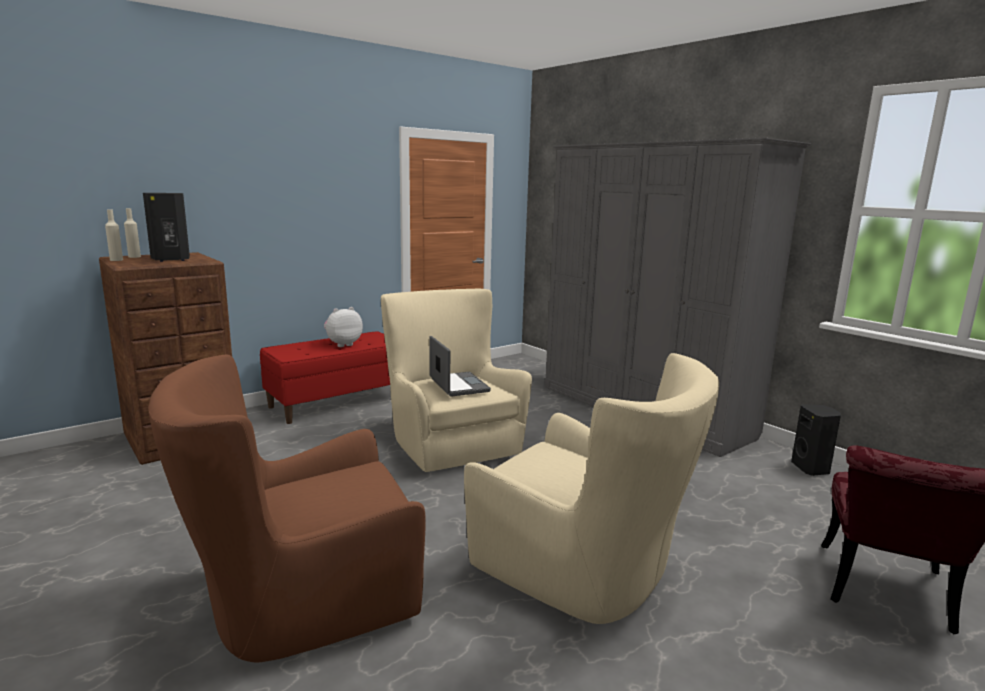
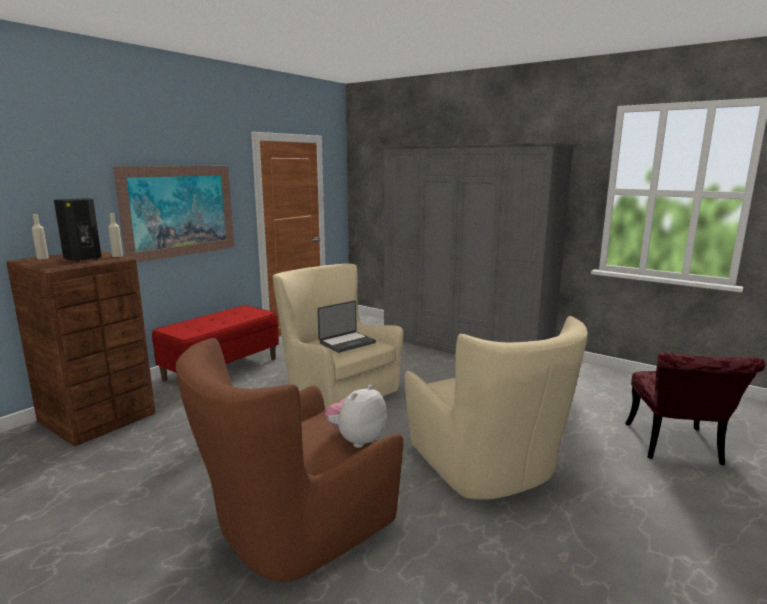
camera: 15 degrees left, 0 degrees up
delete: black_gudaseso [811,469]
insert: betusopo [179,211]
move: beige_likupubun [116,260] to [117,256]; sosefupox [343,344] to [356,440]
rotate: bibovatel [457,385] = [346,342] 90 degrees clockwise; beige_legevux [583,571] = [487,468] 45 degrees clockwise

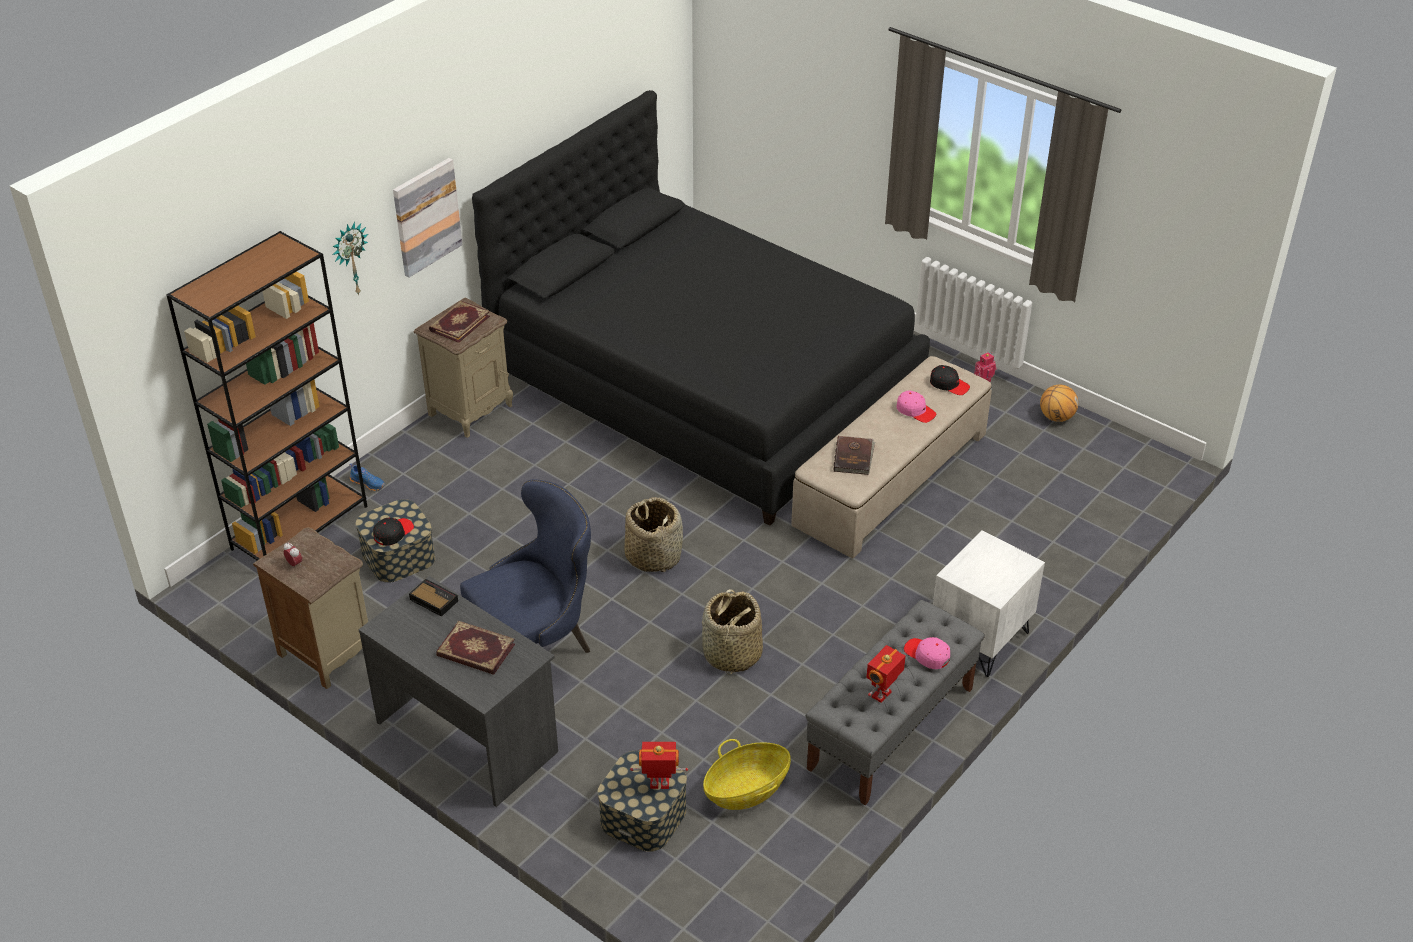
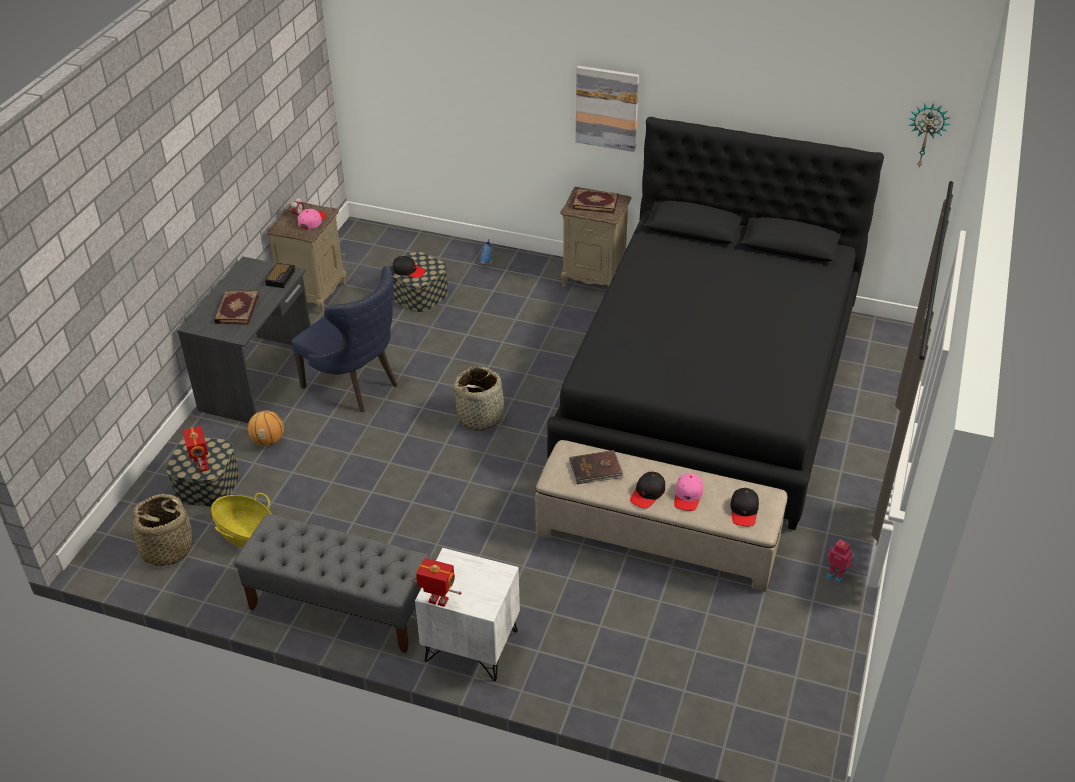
camera: 70 degrees right, 0 degrees up
delete: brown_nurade [300,527]
insert: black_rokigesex [648,494]
move: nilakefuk [350,259] to [926,134]; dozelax [731,654] to [167,549]; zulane [882,695] to [438,601]; pink_rokigesex [927,655] to [312,221]; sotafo [1056,417] to [268,440]

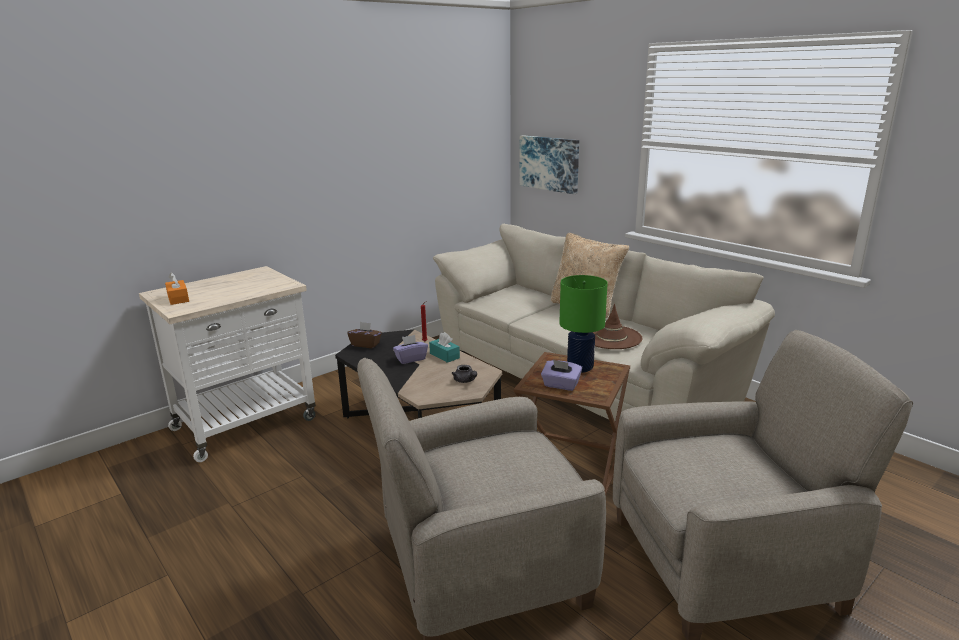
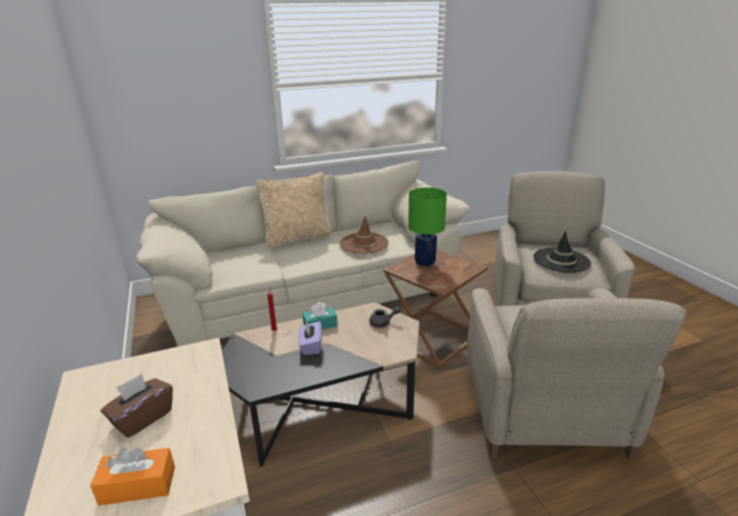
camera: 70 degrees left, 5 degrees up
delete: betusopo [549,163]; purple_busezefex [561,385]
insert: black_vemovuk [561,260]
move: brown_busezefex [365,344] to [142,418]

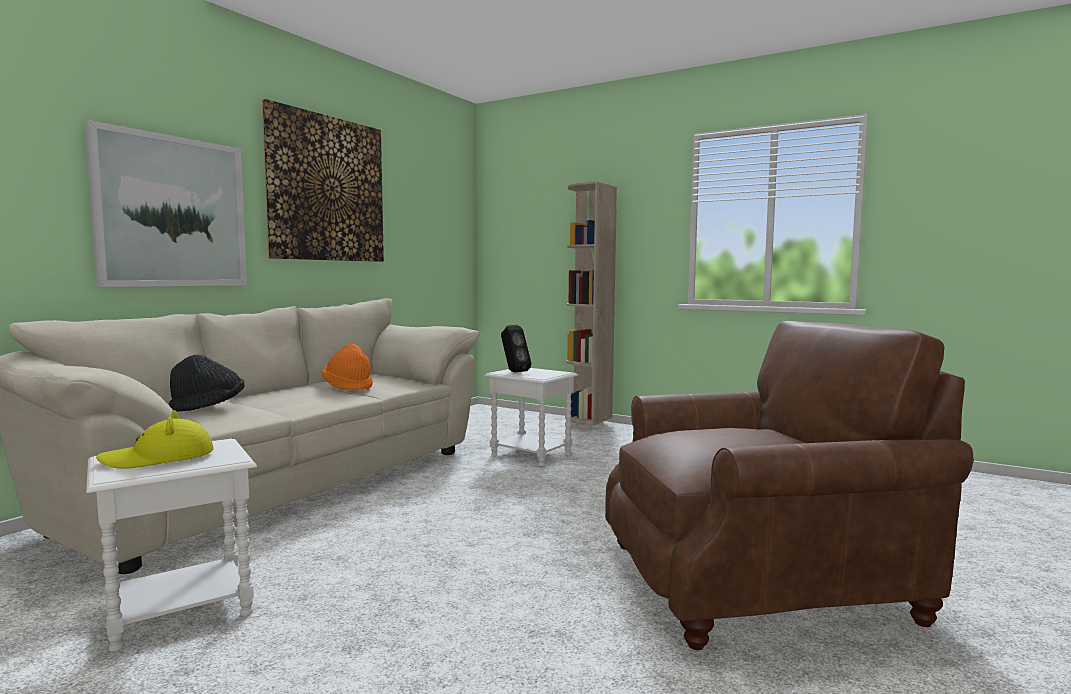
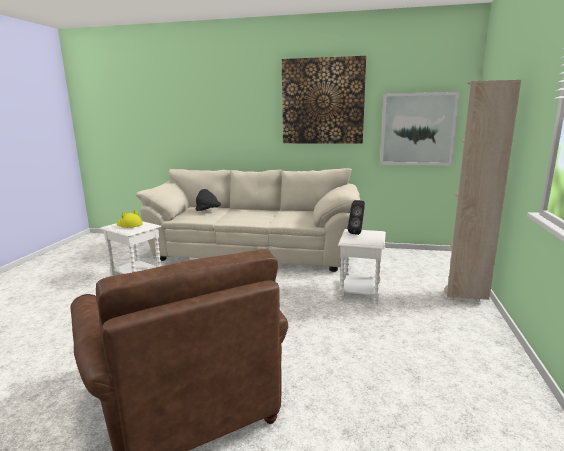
camera: 70 degrees right, 10 degrees up
delete: orange_vemovuk [348,387]
move: betusopo [172,212] to [417,129]

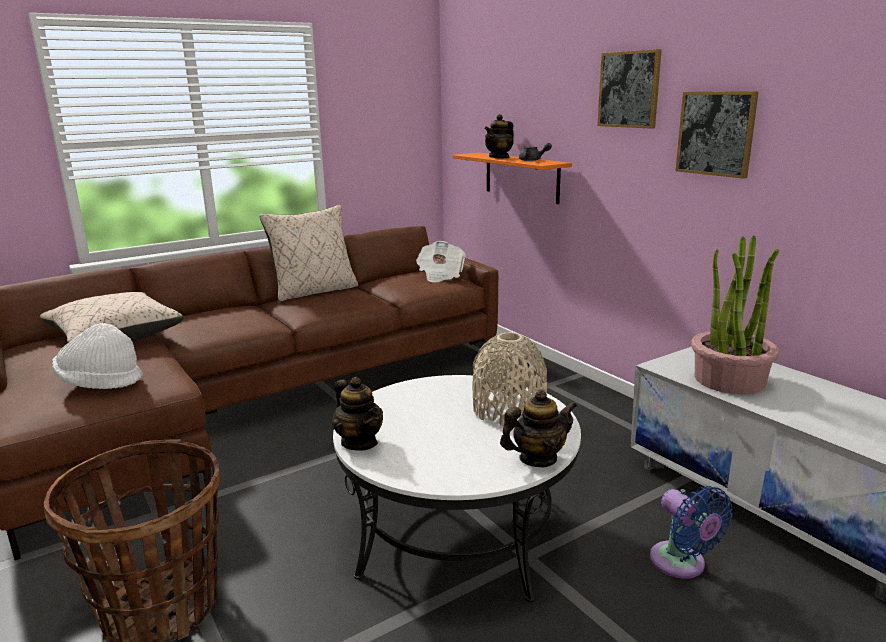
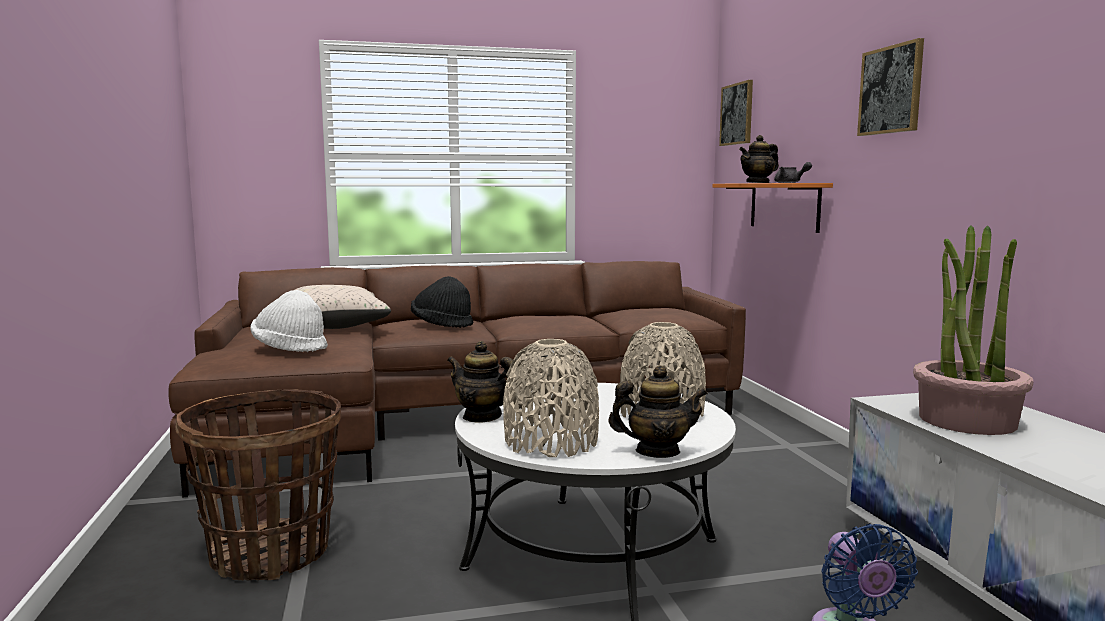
camera: 20 degrees right, 10 degrees down
delete: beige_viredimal [314,292]; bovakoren [440,275]
insert: black_vemovuk [441,325]; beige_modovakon [551,442]
move: betusopo [716,133] to [737,114]
rotate: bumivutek [359,442] = [482,417] 135 degrees clockwise

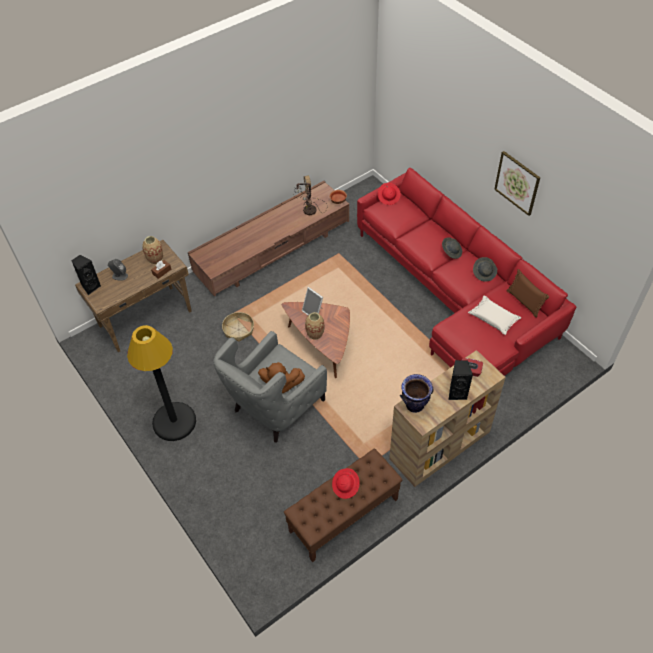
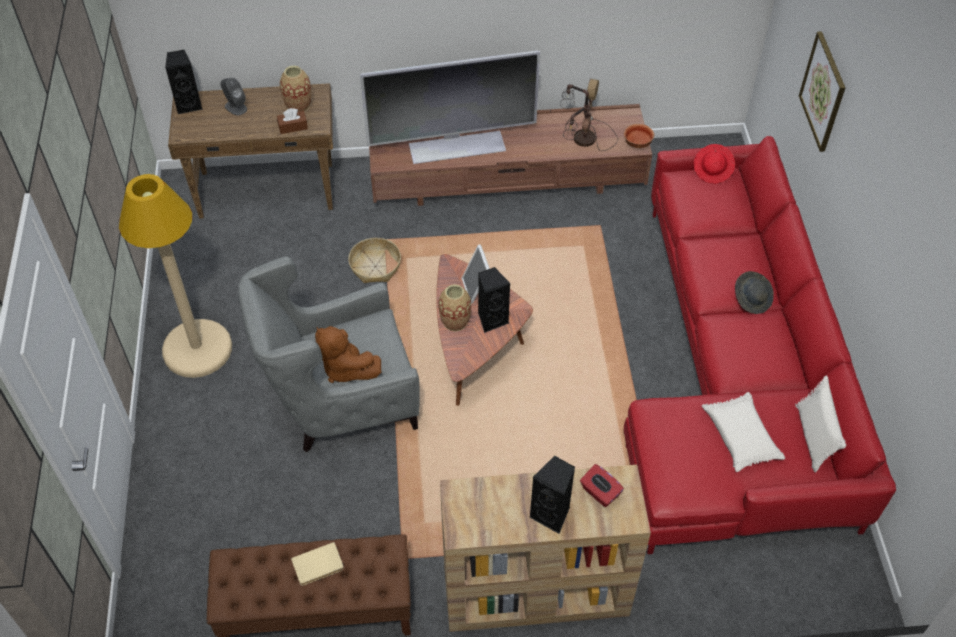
camera: 30 degrees right, 0 degrees up
delete: modovakon [414,405]; grey_vemovuk [484,273]
insert: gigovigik [456,146]; black_gudaseso [491,319]
move: betusopo [517,183] to [823,91]
replace: red_vemovuk [346,487] to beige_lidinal [318,566]
recolor: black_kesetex [174,422] to beige_kesetex [197,349]; brown_viredimal [524,302] to white_viredimal [814,437]

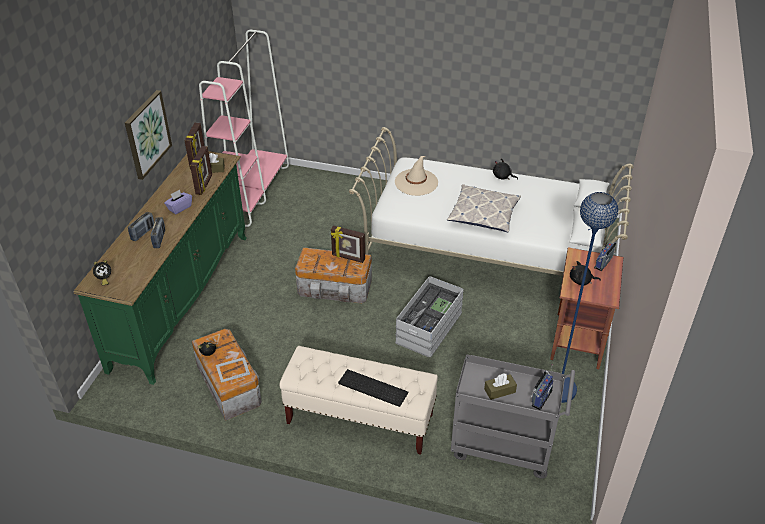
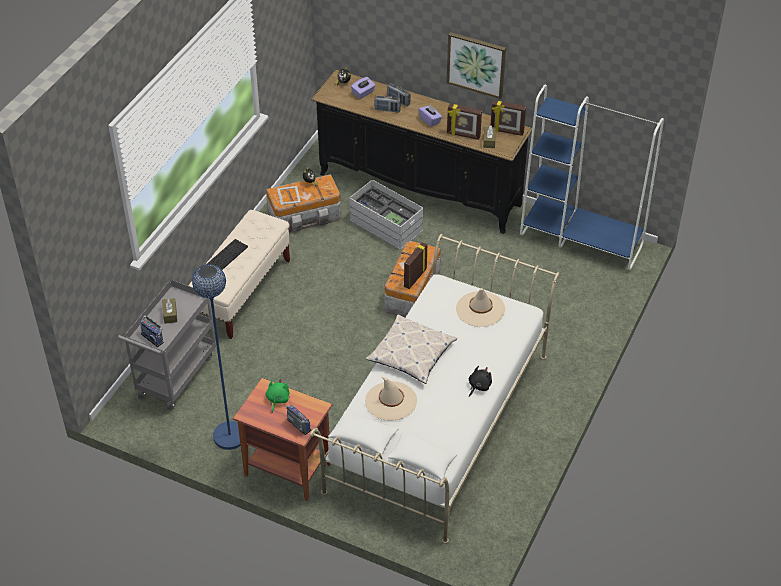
camera: 100 degrees right, 5 degrees up
insert: purple_busezefex [363,93]; beige_vemovuk [391,401]
move: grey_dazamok [429,327] to [385,225]
recolor: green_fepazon [183,299] to black_fepazon [419,190]; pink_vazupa [253,194] to blue_vazupa [581,241]; black_sosefupox [581,281] to green_sosefupox [277,399]

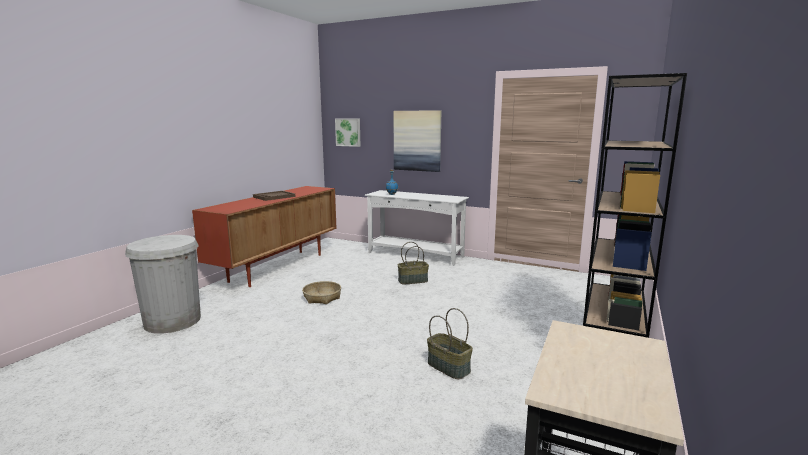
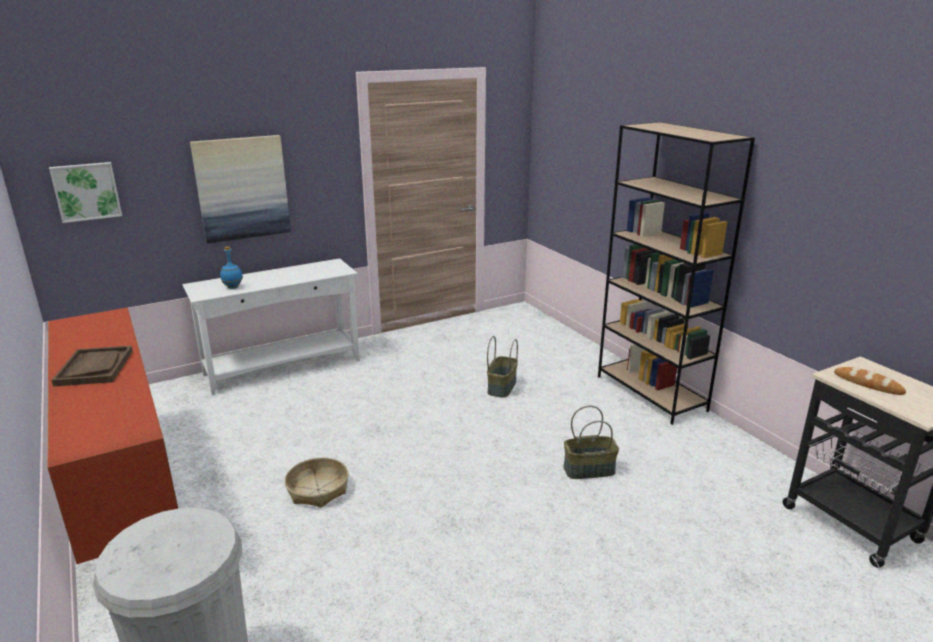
camera: 55 degrees left, 10 degrees up
insert: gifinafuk [868,384]
move: dozelax [413,280] to [501,387]

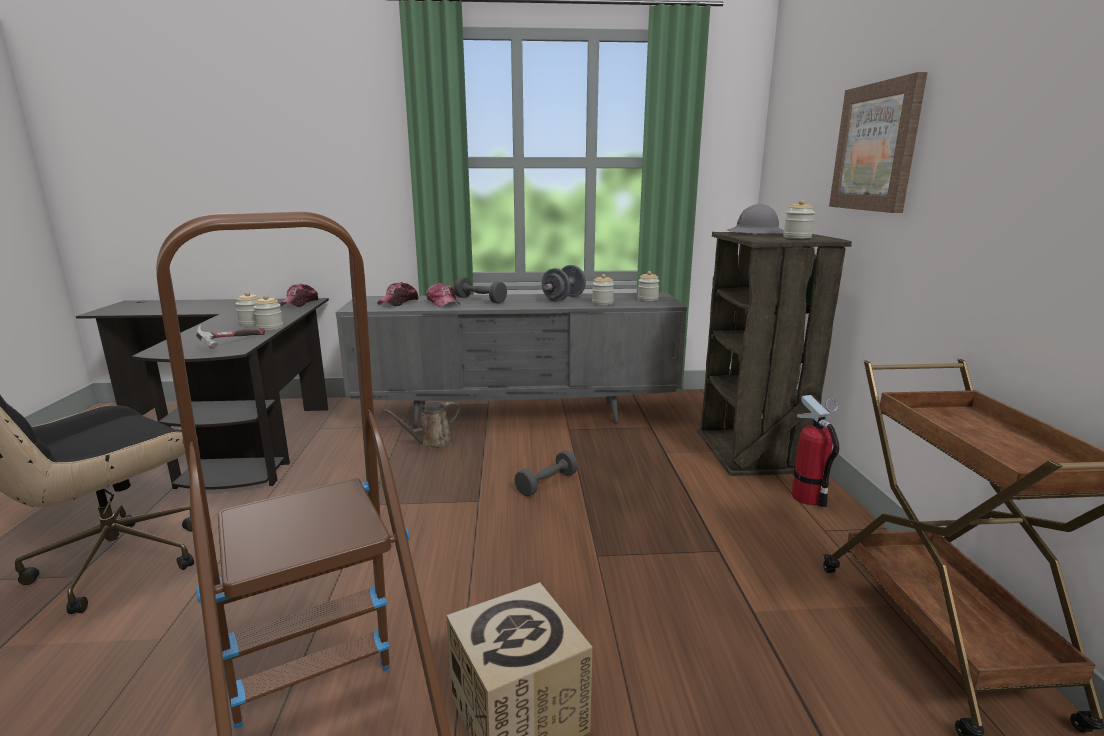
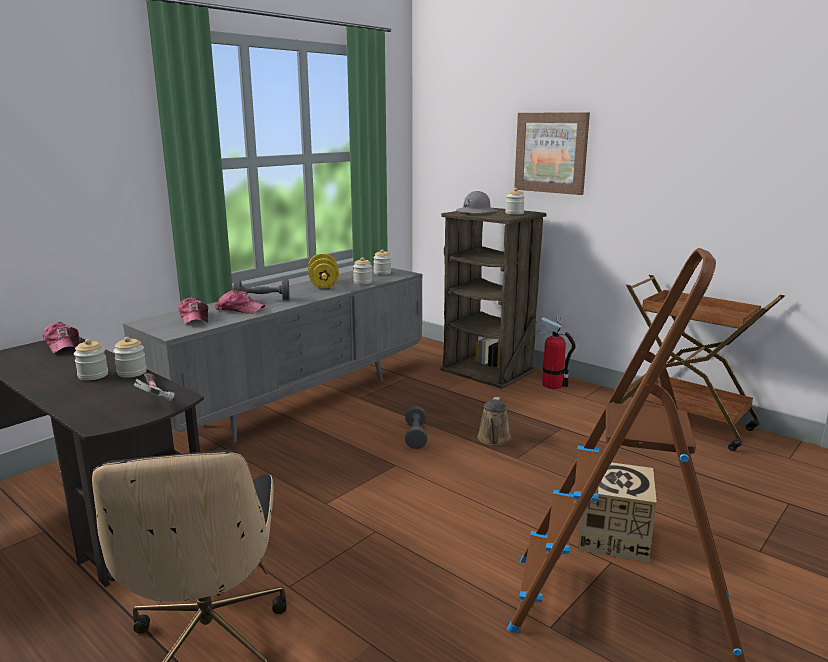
camera: 45 degrees left, 0 degrees up
move: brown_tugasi [431,442] to [494,439]
recolor: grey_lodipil [563,298] to yellow_lodipil [323,285]

